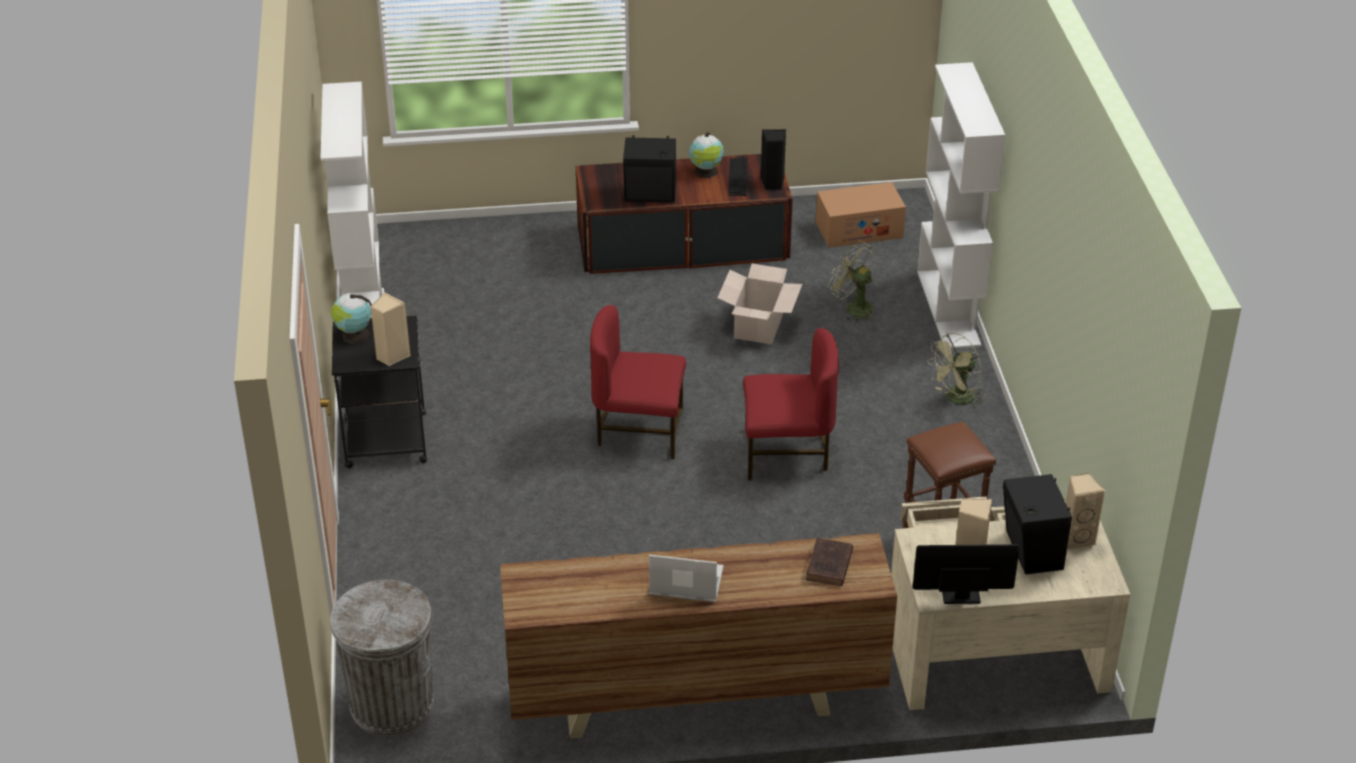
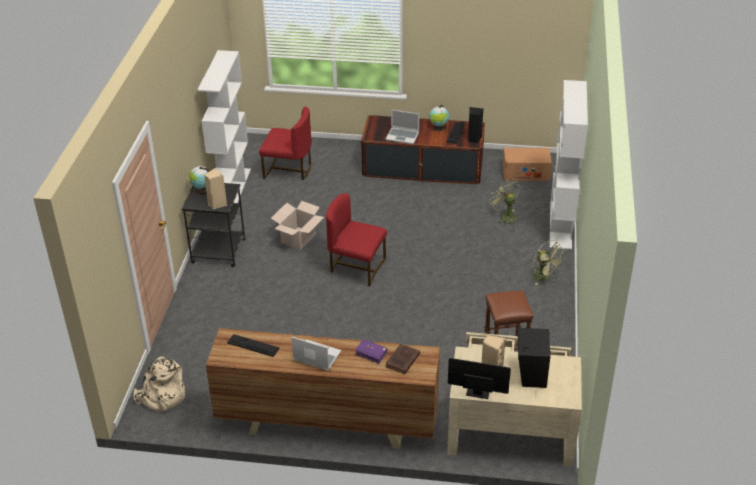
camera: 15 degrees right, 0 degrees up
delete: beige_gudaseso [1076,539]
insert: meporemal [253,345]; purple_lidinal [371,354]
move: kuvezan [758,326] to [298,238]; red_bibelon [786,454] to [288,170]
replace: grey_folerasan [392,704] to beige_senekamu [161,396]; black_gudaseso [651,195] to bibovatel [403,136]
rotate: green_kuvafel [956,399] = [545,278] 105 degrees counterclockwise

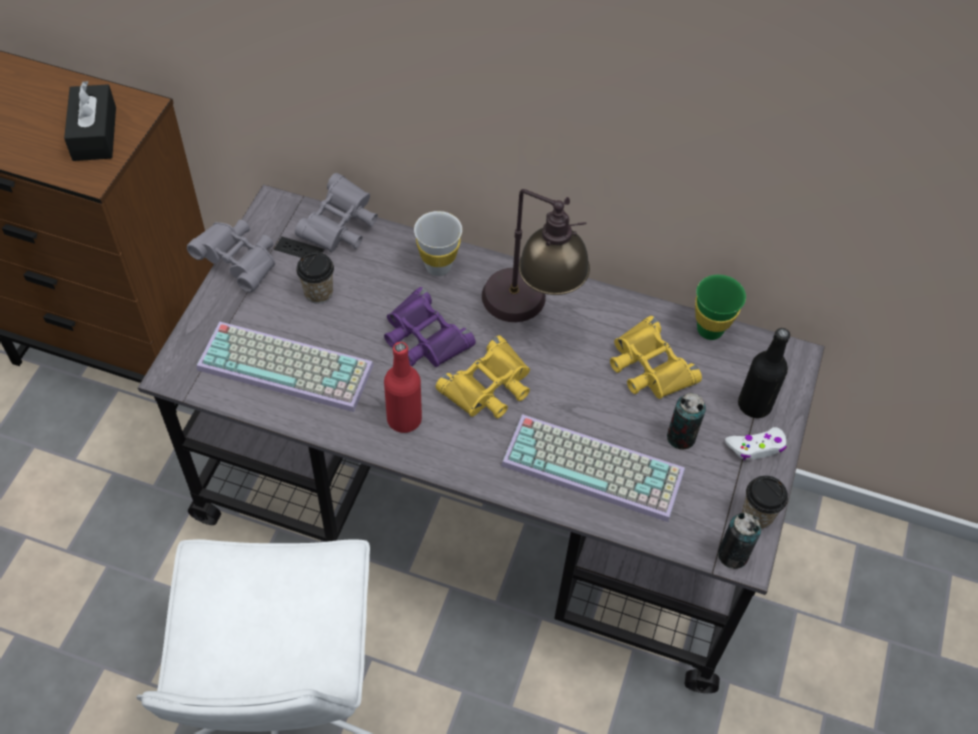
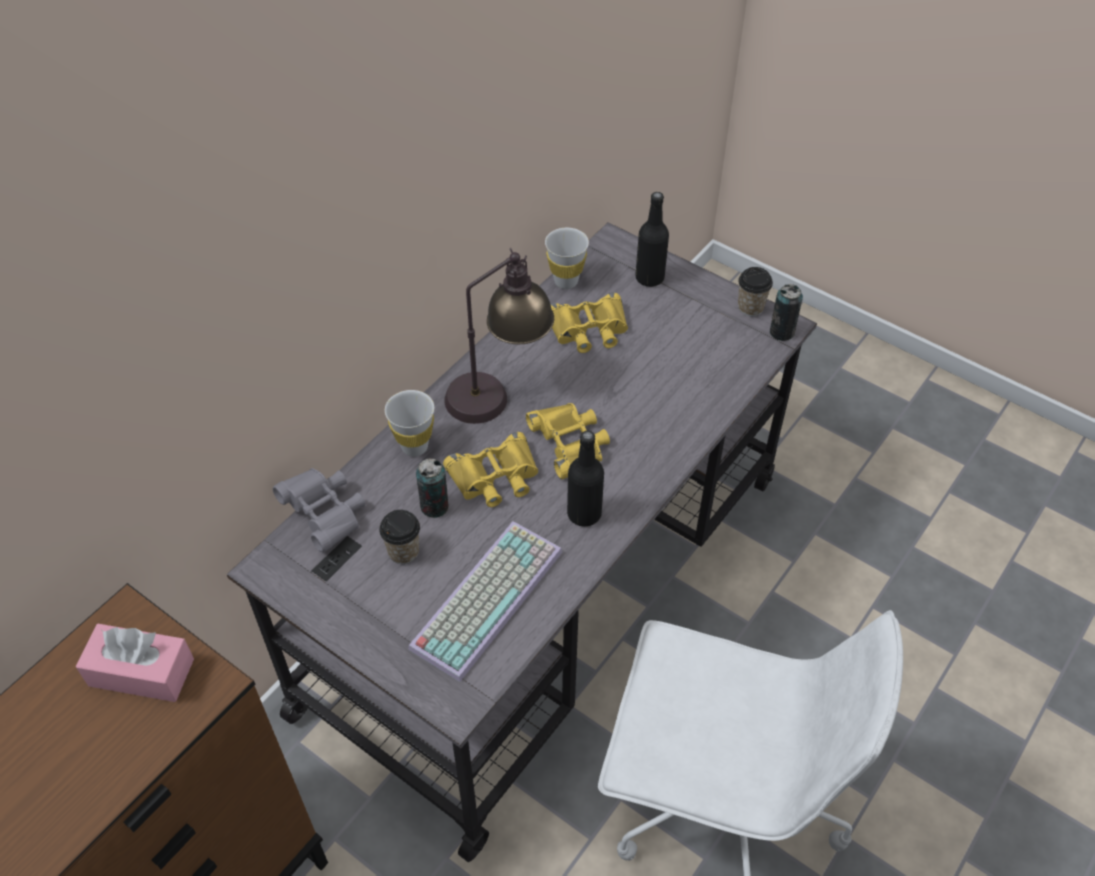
camera: 70 degrees left, 5 degrees down
delete: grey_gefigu [239,262]; meporemal [596,466]; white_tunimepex [756,447]
move: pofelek [681,437] to [434,506]
recolor: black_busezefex [94,134] to pink_busezefex [141,672]; purple_gefigu [424,337] to yellow_gefigu [495,477]; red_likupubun [404,419] to black_likupubun [584,514]; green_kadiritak [710,329] to white_kadiritak [566,281]

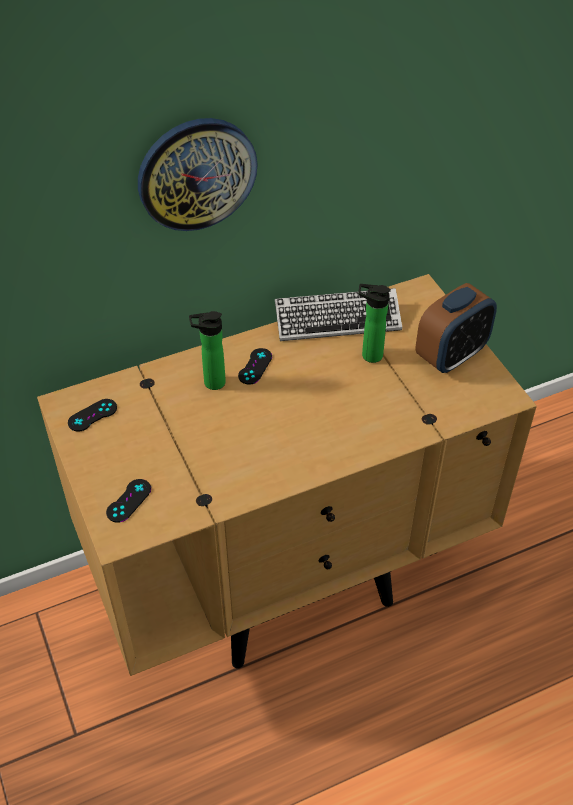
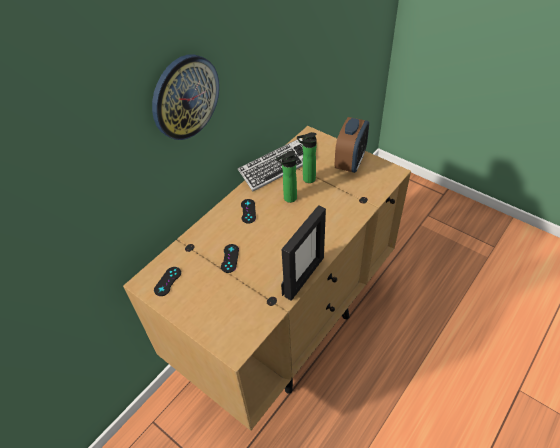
camera: 25 degrees left, 0 degrees up
insert: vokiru [303,276]
move: black_tunimepex [129,501] to [230,258]; likupubun [211,383] to [288,199]

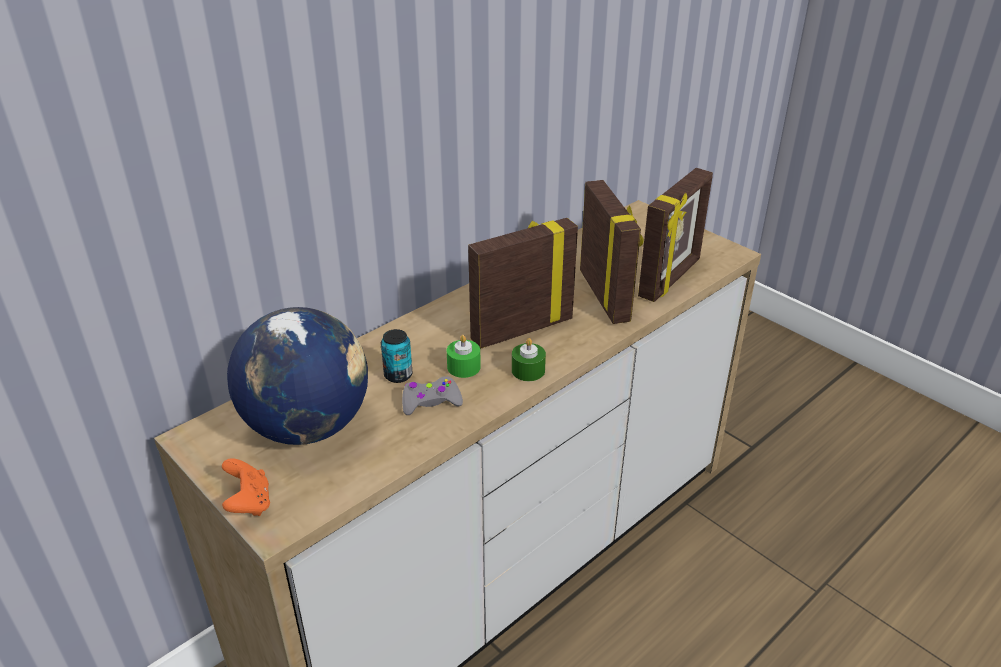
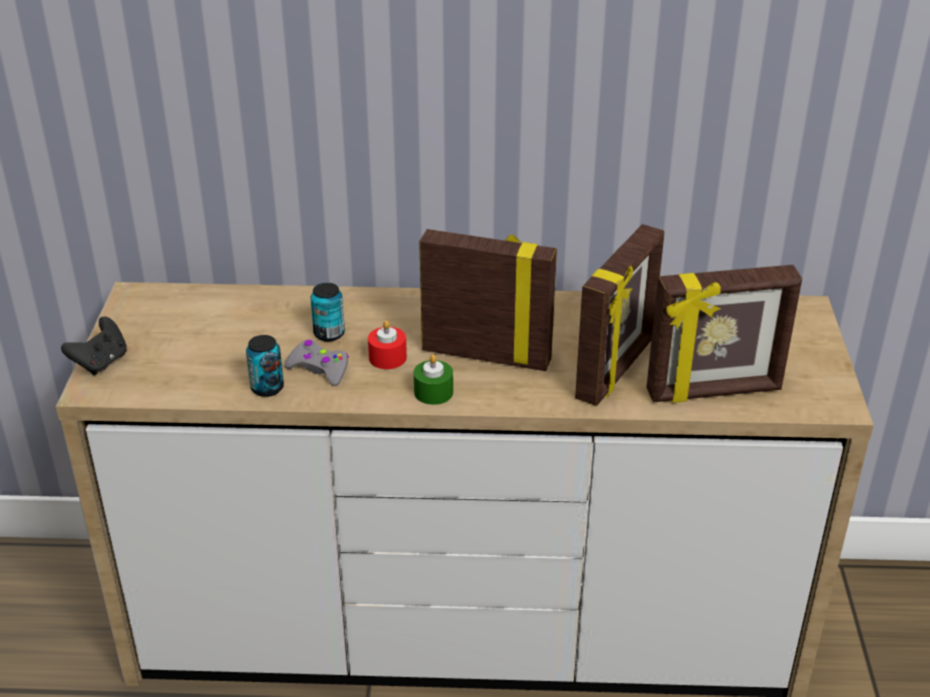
camera: 45 degrees right, 0 degrees up
delete: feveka [308,426]
insert: pofelek [267,388]
recolor: orange_tunimepex [249,503] to black_tunimepex [101,362]; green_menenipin [463,367] to red_menenipin [387,357]

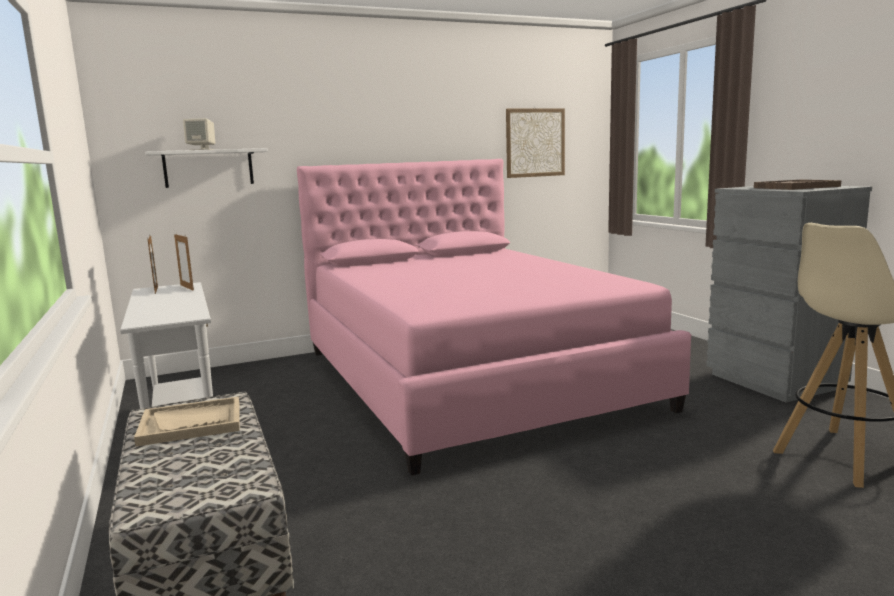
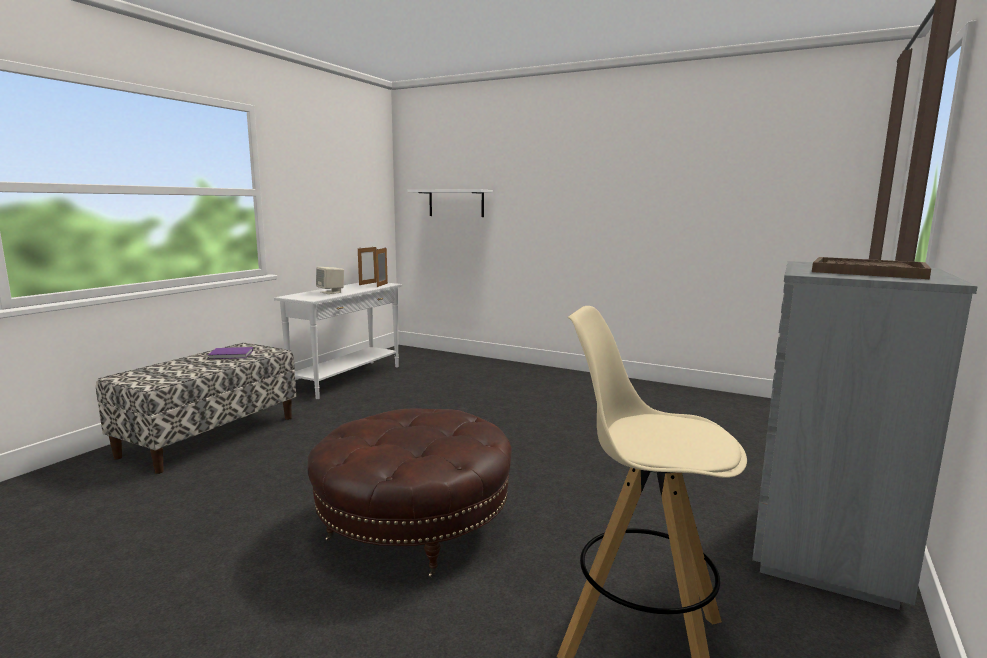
camera: 50 degrees right, 0 degrees up
delete: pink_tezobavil [470,378]; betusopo [535,142]
insert: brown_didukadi [414,526]
move: beige_gudaseso [202,150] to [331,292]
replace: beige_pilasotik [191,423] to purple_lidinal [232,355]

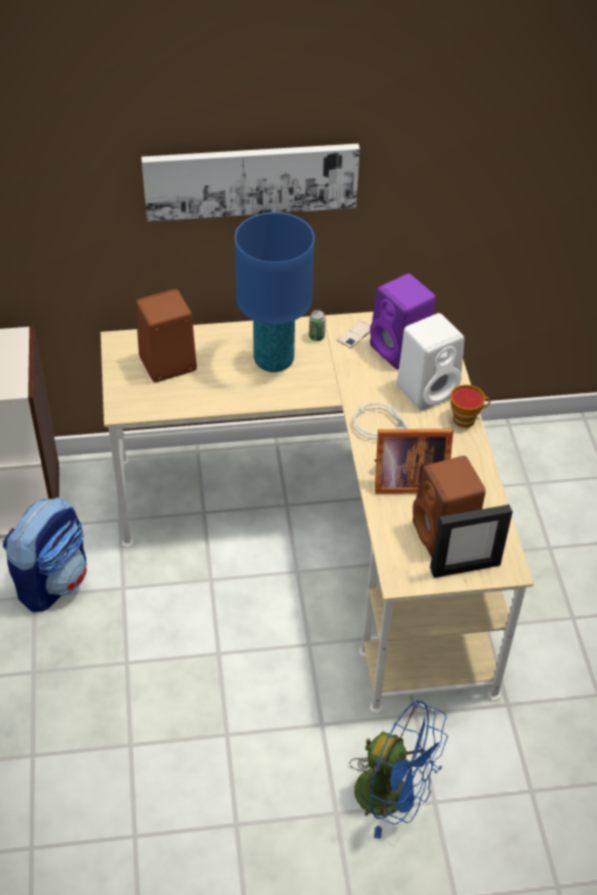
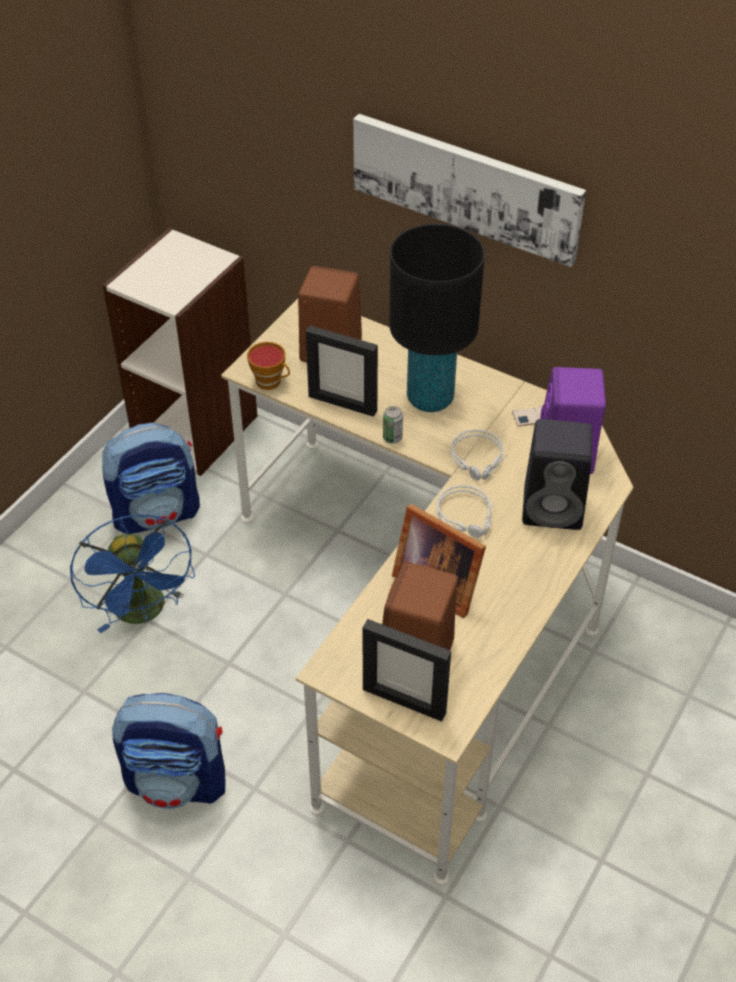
camera: 40 degrees right, 0 degrees up
insert: senekamu [178,780]; vokiru [343,402]; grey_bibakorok [479,459]
move: pofelek [316,337] to [392,438]; blue_kuvafel [393,796] to [144,613]; kadiritak [467,419] to [271,382]
recolor: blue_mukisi [274,360] to black_mukisi [430,398]; white_gudaseso [428,389] to black_gudaseso [555,508]

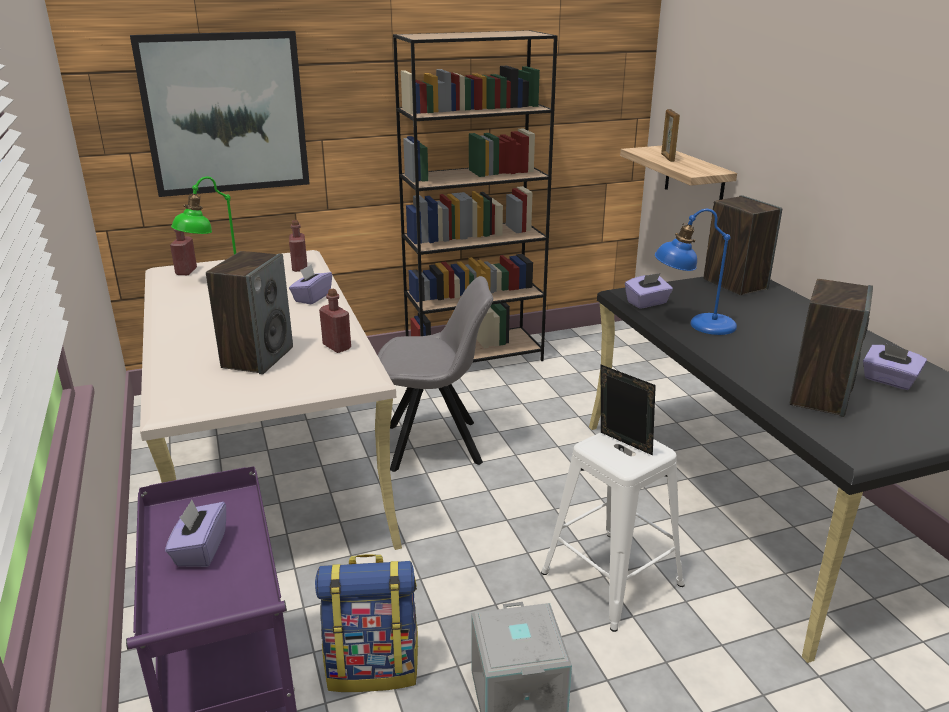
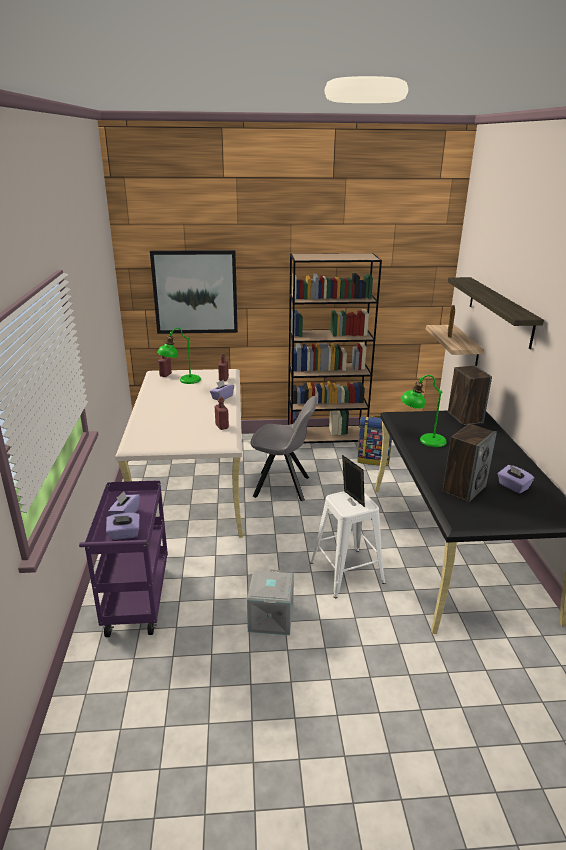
camera: 15 degrees right, 0 degrees up
delete: gudaseso [257,357]
insert: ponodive [500,310]
move: senekamu [373,667] to [373,459]; purple_busezefex [647,303] to [124,534]
recolor: blue_mukisi [692,323] to green_mukisi [421,438]

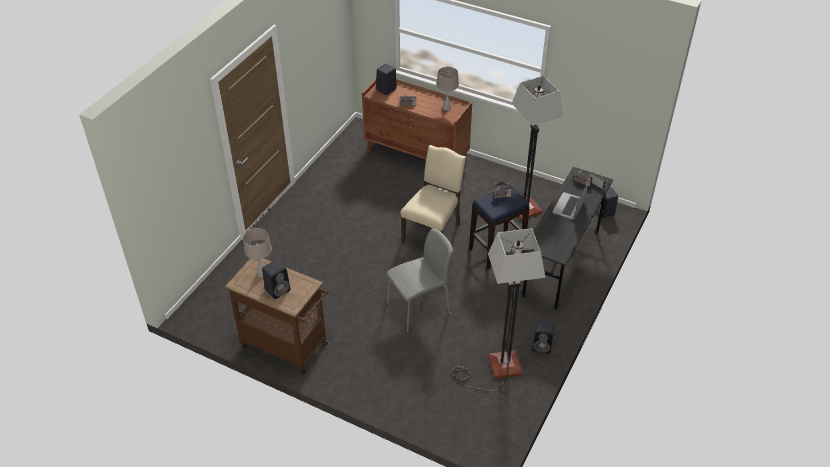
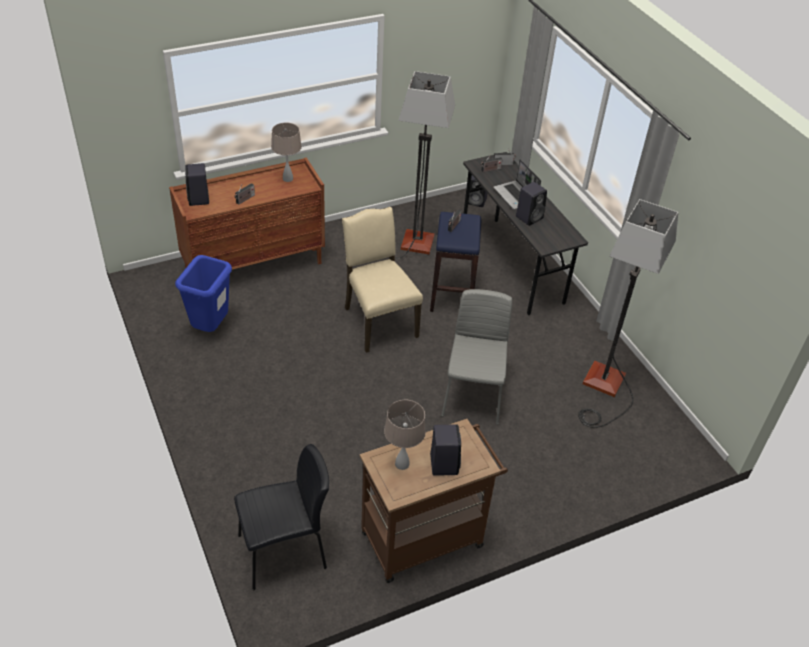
camera: 55 degrees left, 0 degrees up
insert: blue_folerasan [211,328]; black_bibelon [285,551]
move: black_gudaseso [542,346] to [529,217]

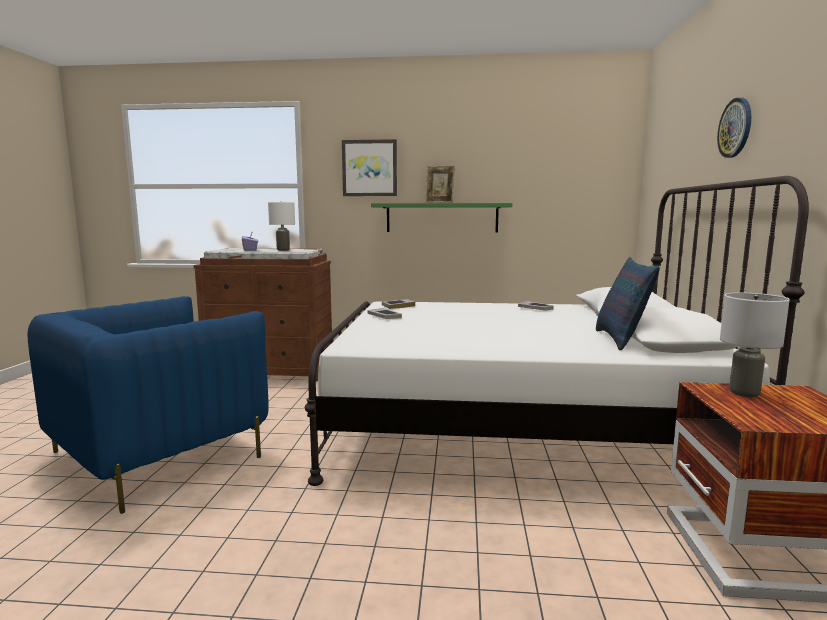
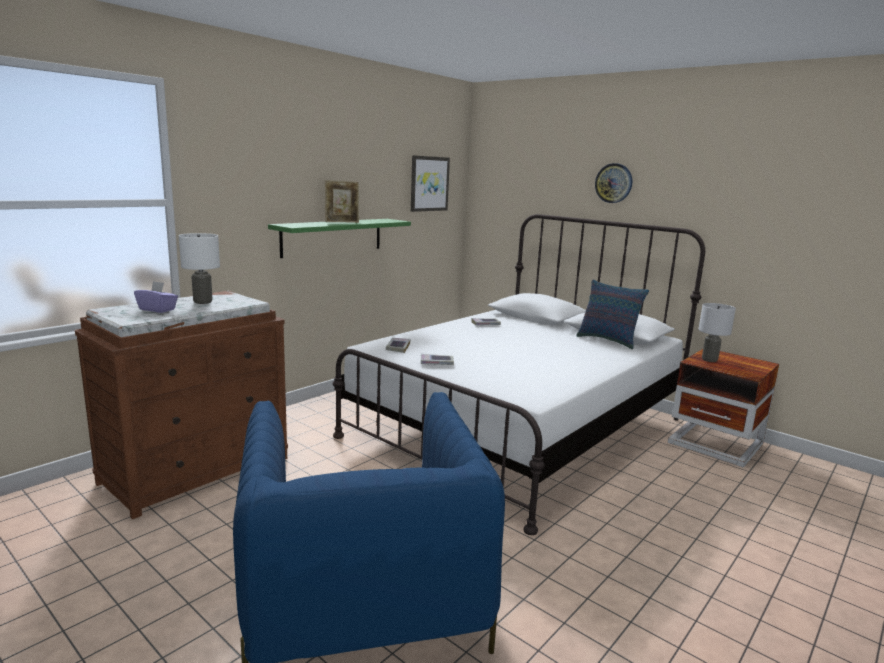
camera: 55 degrees left, 5 degrees up
move: betusopo [369,168] to [429,183]

